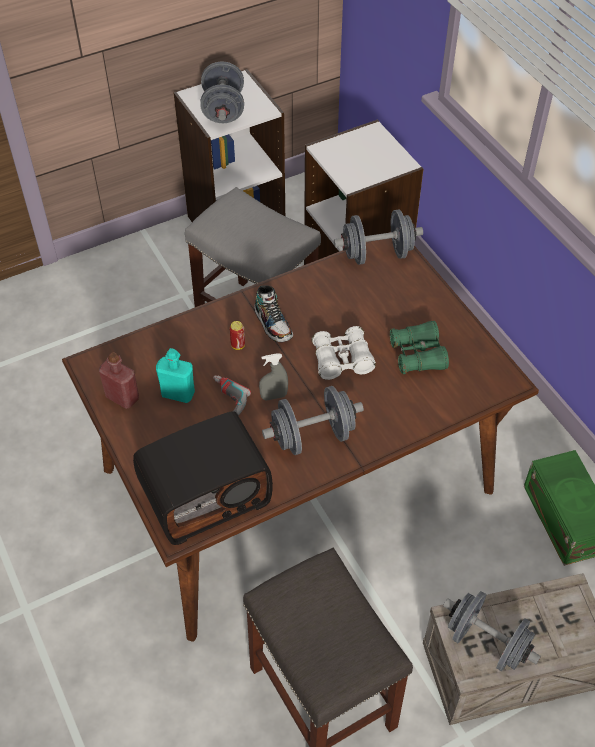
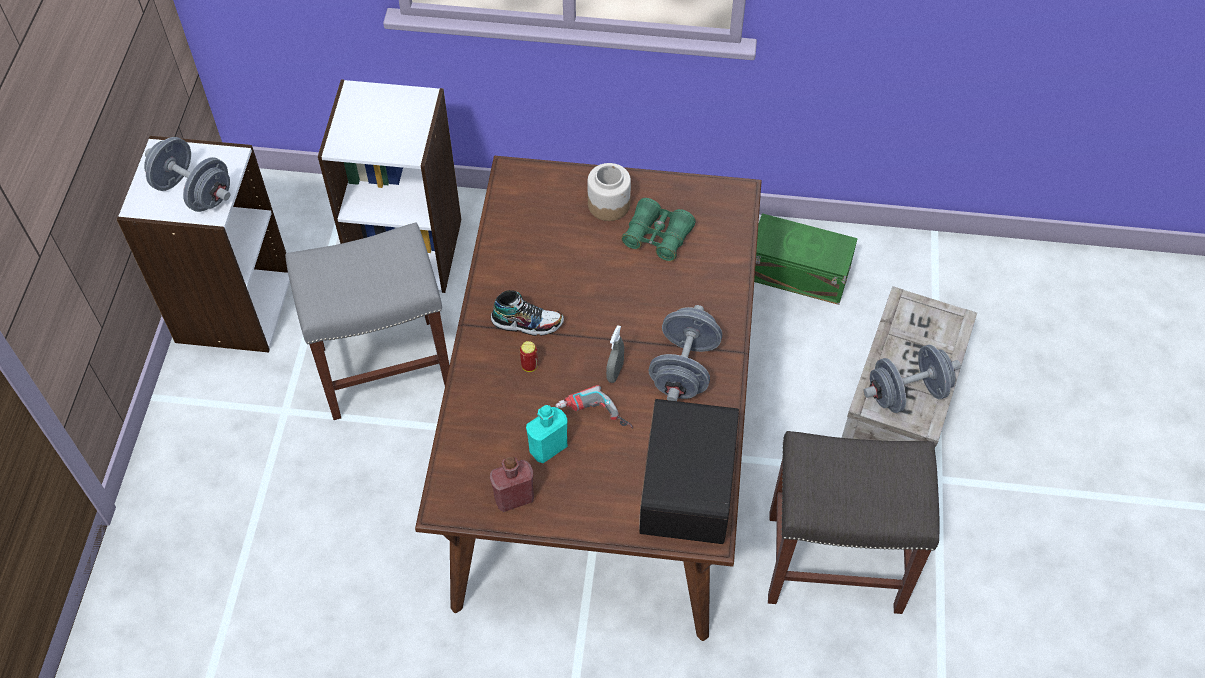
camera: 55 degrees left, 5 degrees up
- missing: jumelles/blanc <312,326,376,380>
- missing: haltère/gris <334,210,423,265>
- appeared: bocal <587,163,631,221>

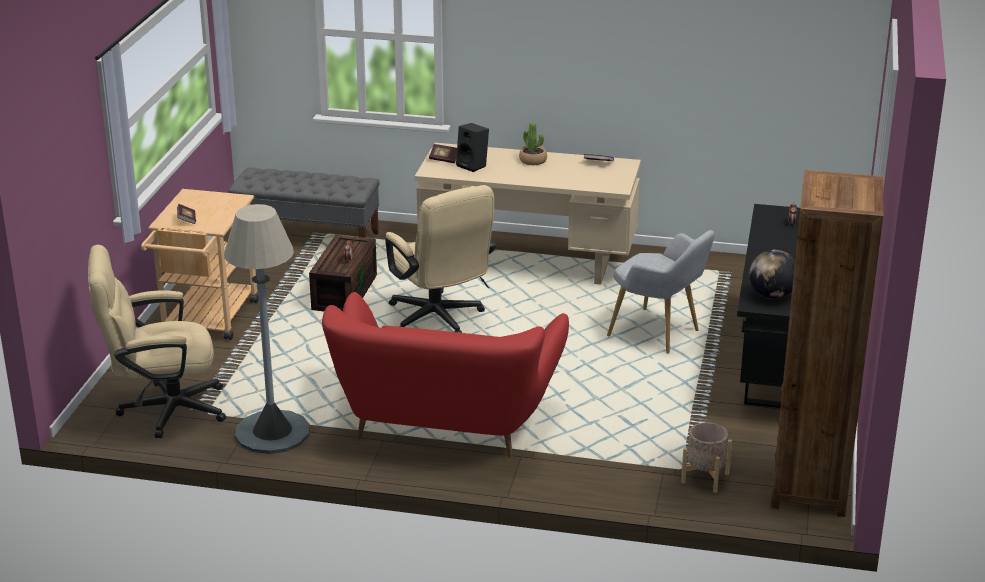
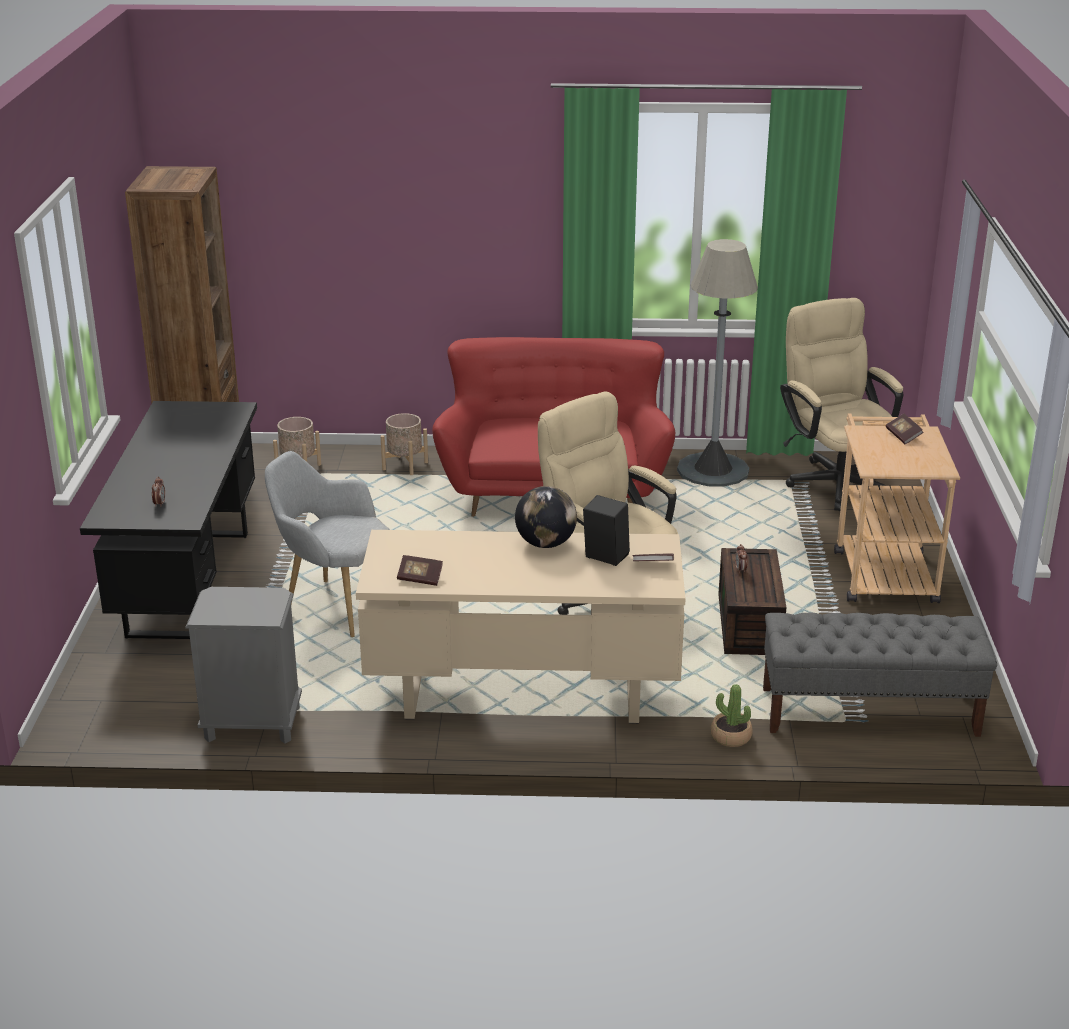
camera: 170 degrees right, 0 degrees up
- spun: chaise de bureau/beige <88,245,226,438> = <780,298,903,511> 90 degrees counterclockwise
- relocated: plante en pot <519,122,547,165> to <711,684,753,747>
- relocated: globe <749,250,795,299> to <515,486,577,548>
- appeared: table de chevet/gris <185,587,302,744>
- appeared: cache-pot/beige <381,413,428,475>

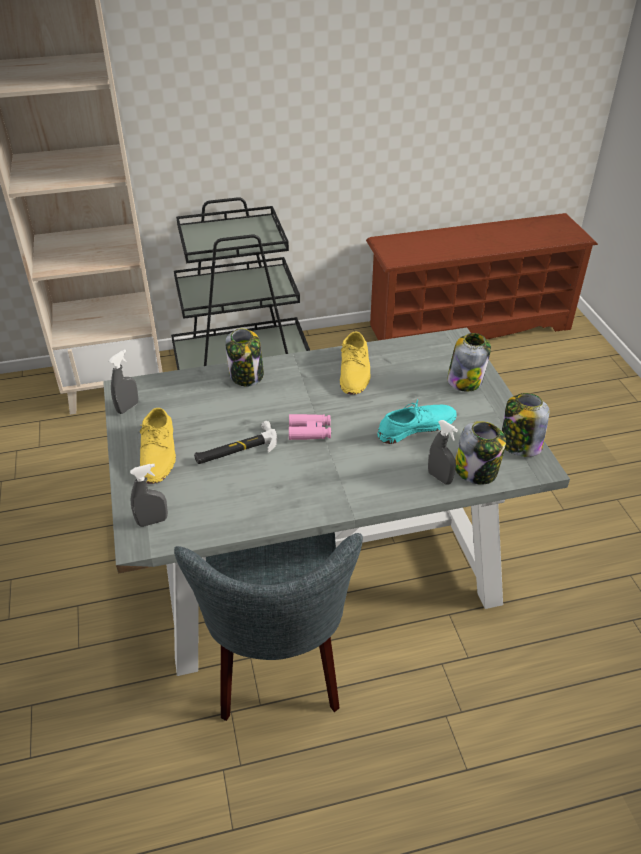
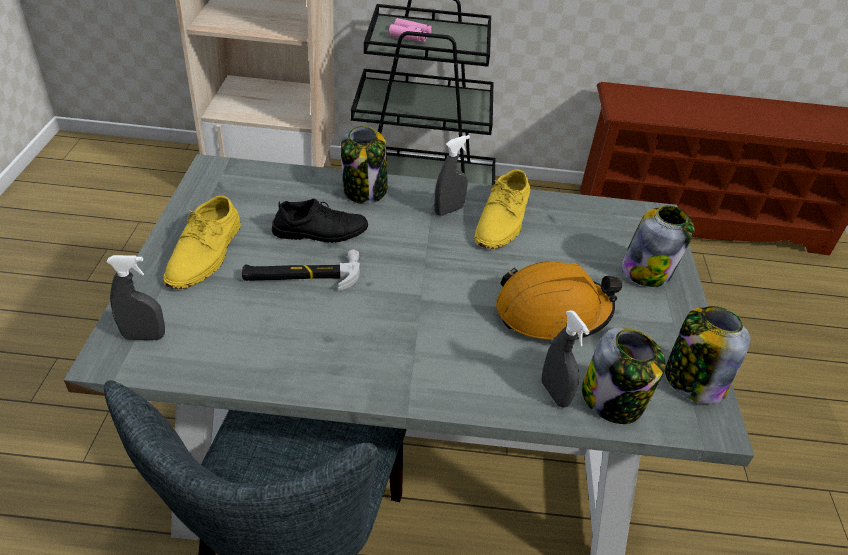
camera: 15 degrees right, 0 degrees up
- relocated: vaporisateur/gris <109,350,138,414> to <434,135,470,216>
- relocated: jumelles/rose <289,414,331,440> to <389,18,432,42>
- exchanged: chaussure/turquoise <377,399,457,444> to casque de chantier/orange <496,261,622,340>
- appeared: chaussure/noir <272,198,368,243>

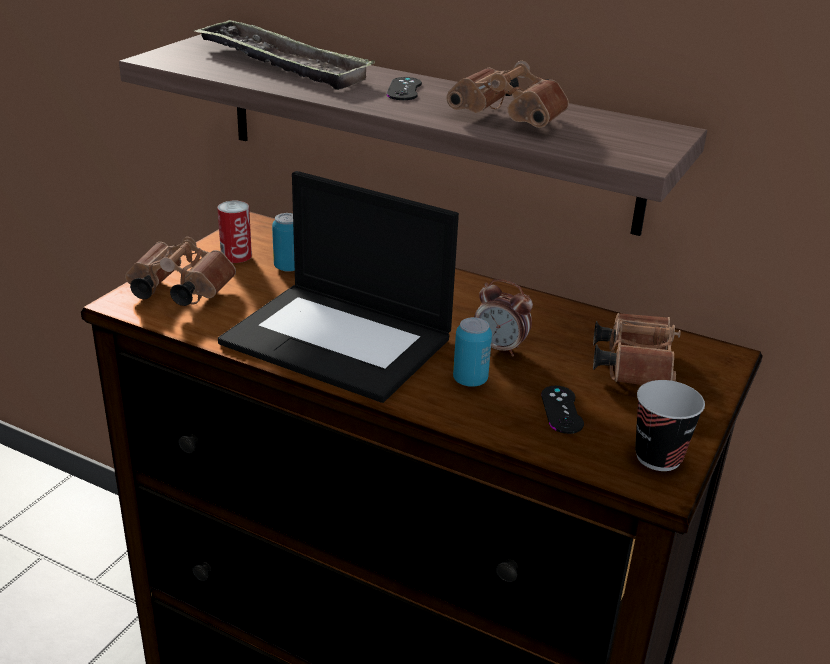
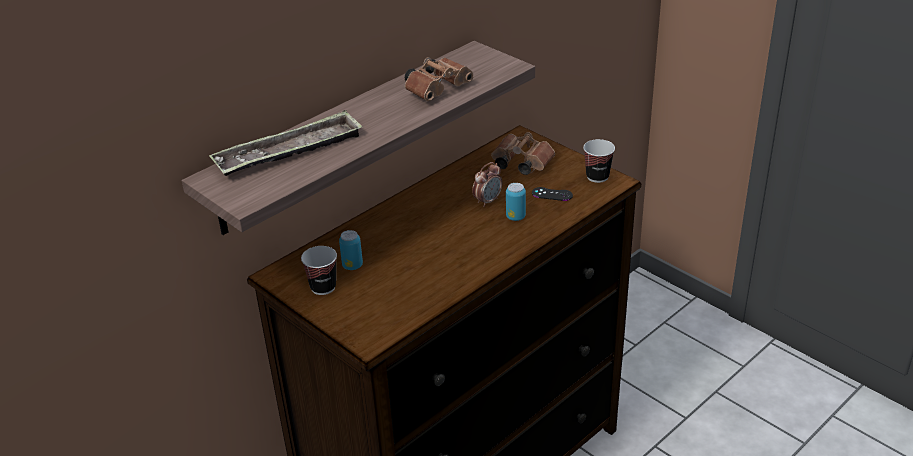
camera: 70 degrees left, 5 degrees up
- missing: jumelles/marron <125,237,236,306>
- exchanged: boîte métallique <217,201,252,263> to tasse <301,246,337,295>
- missing: ordinateur portable <218,171,459,403>
- missing: manette/noir <386,77,422,100>

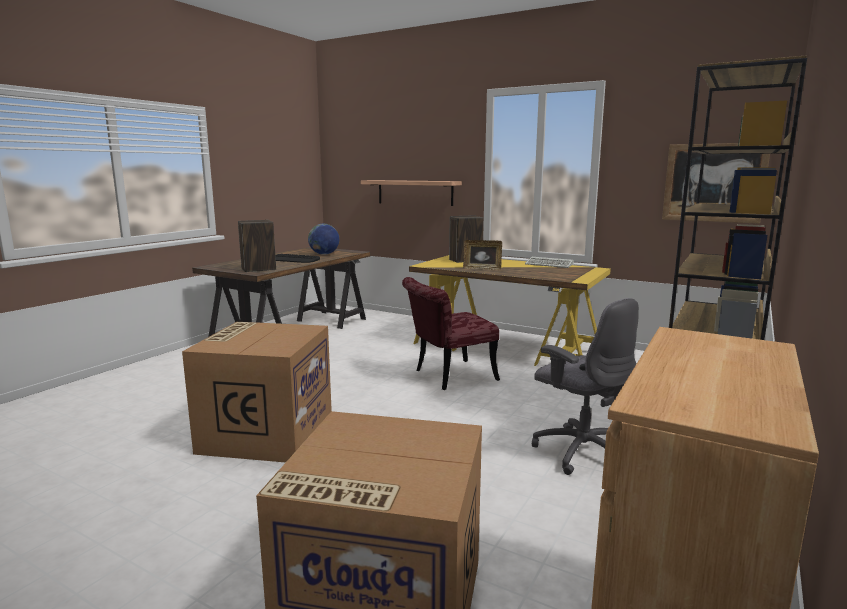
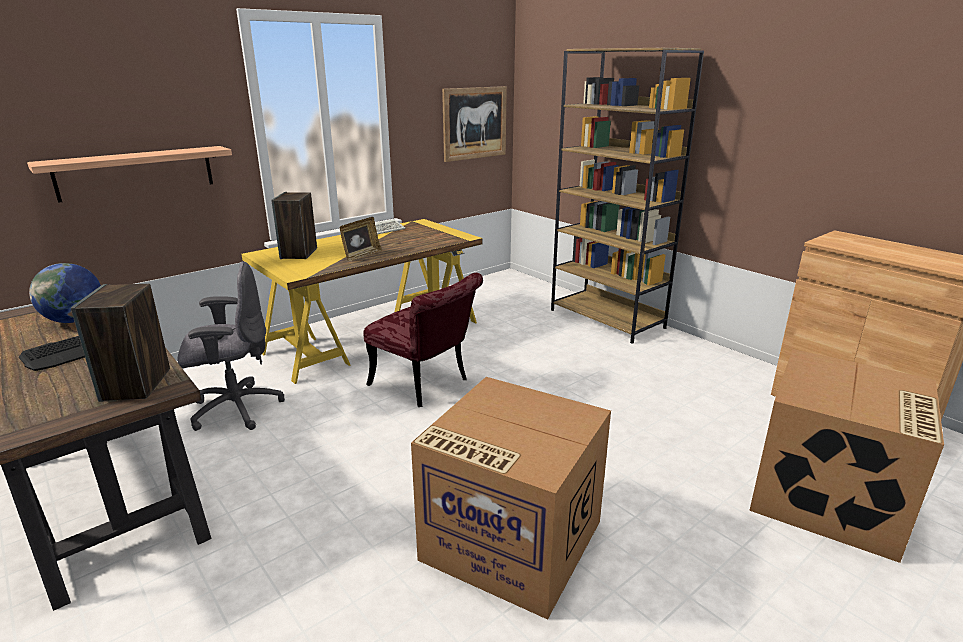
camera: 70 degrees left, 10 degrees up
- spun: chaise/rouge <402,277,500,390> = <363,273,483,407> 45 degrees counterclockwise
- relocated: chaise de bureau/gris <532,298,639,475> to <178,261,285,431>

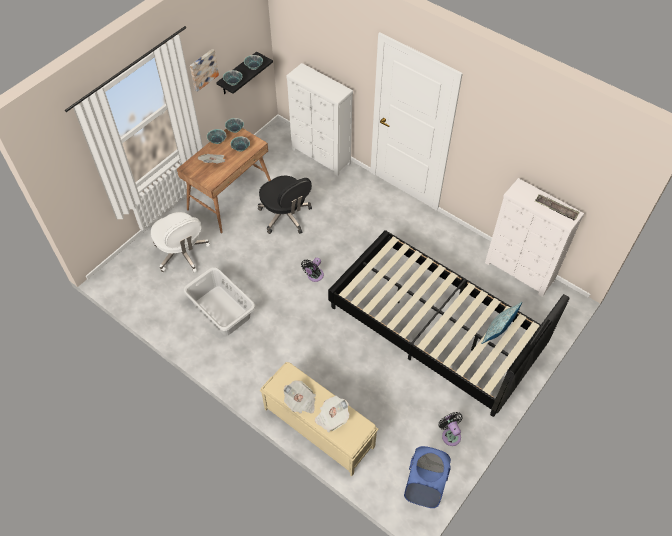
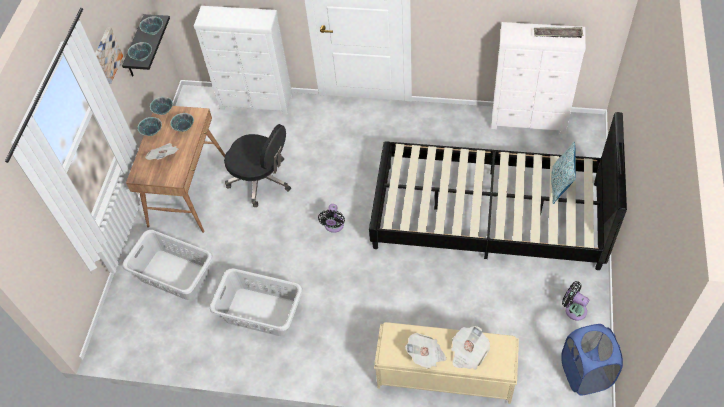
camera: 25 degrees left, 0 degrees up
- exchanged: chaise de bureau/blanc <151,212,210,273> to panier à linge/gris <123,230,213,300>

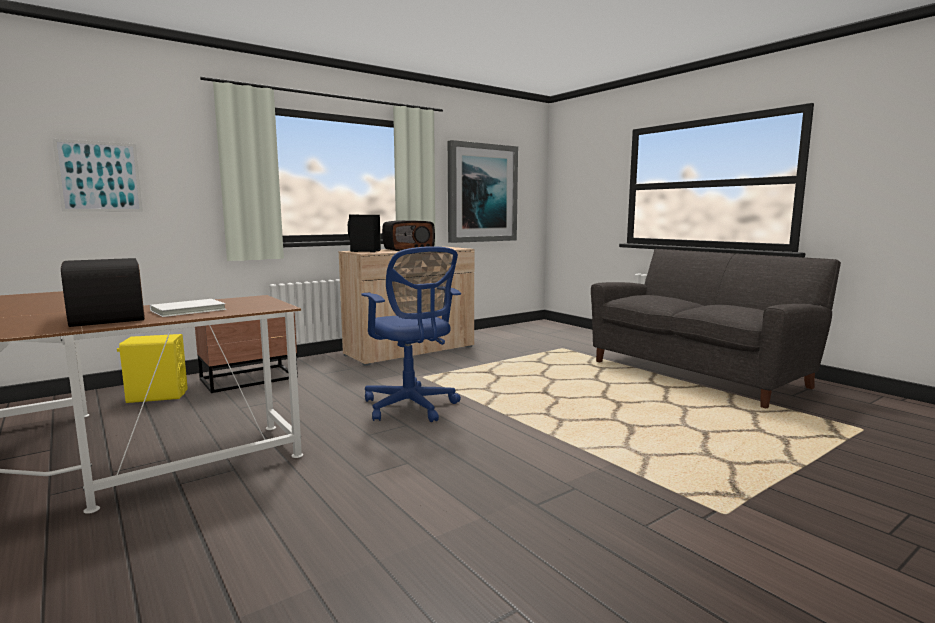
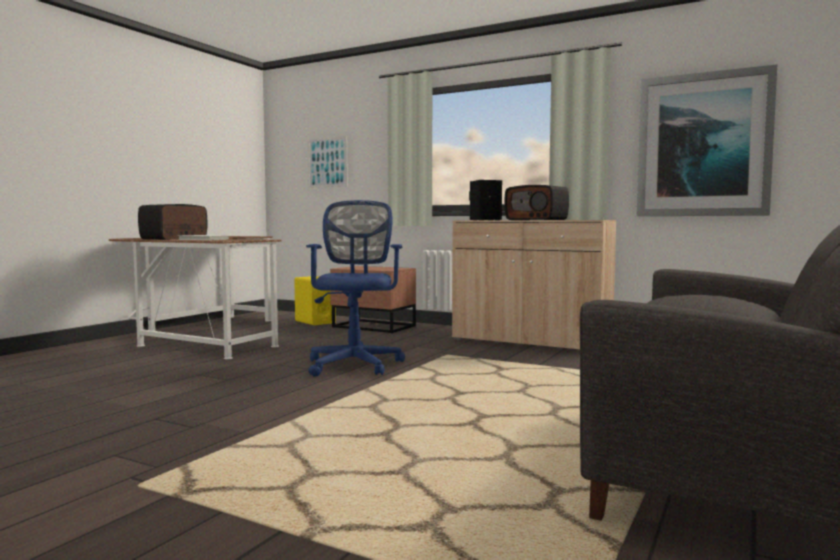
camera: 65 degrees right, 5 degrees down
- spun: chaise de bureau/bleu <361,246,461,422> = <306,200,405,377> 150 degrees clockwise

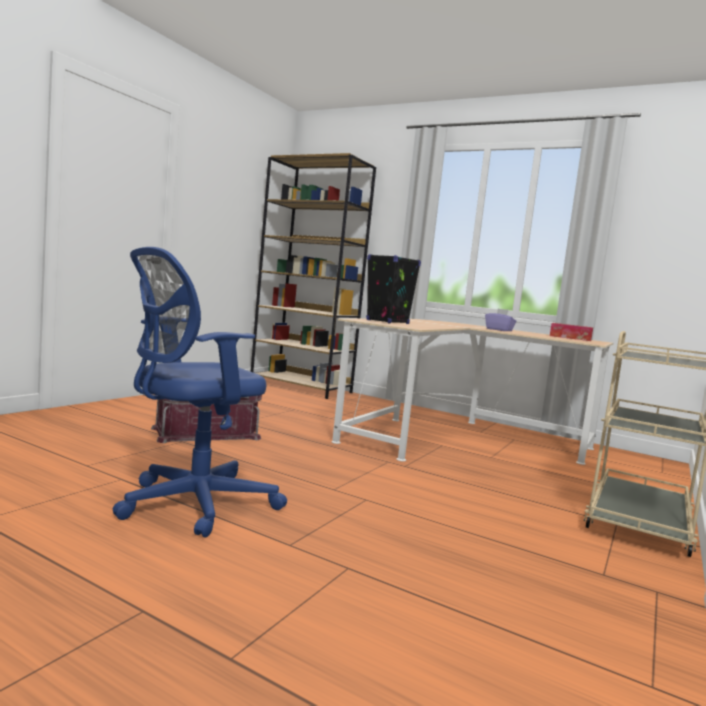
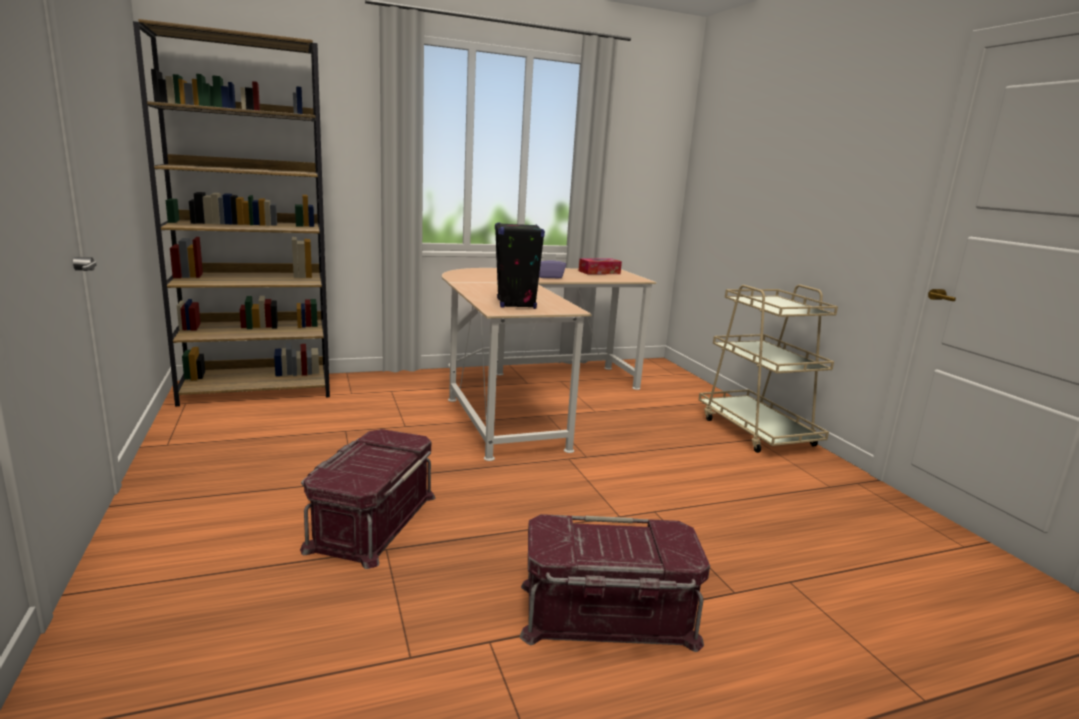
camera: 50 degrees left, 10 degrees up
- exchanged: chaise de bureau/bleu <113,247,287,538> to boîte de rangement/rouge <520,514,710,652>

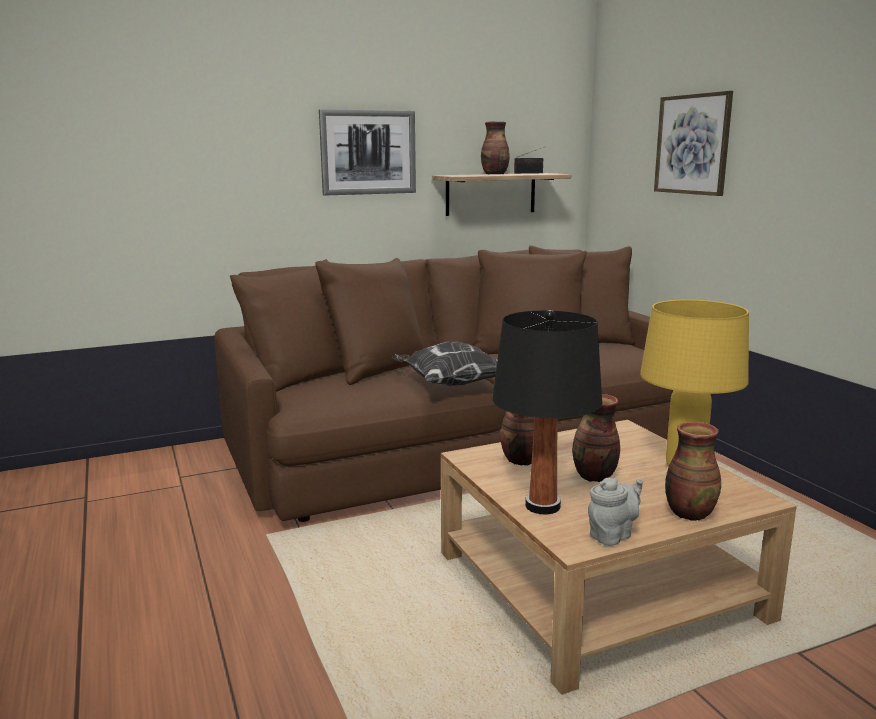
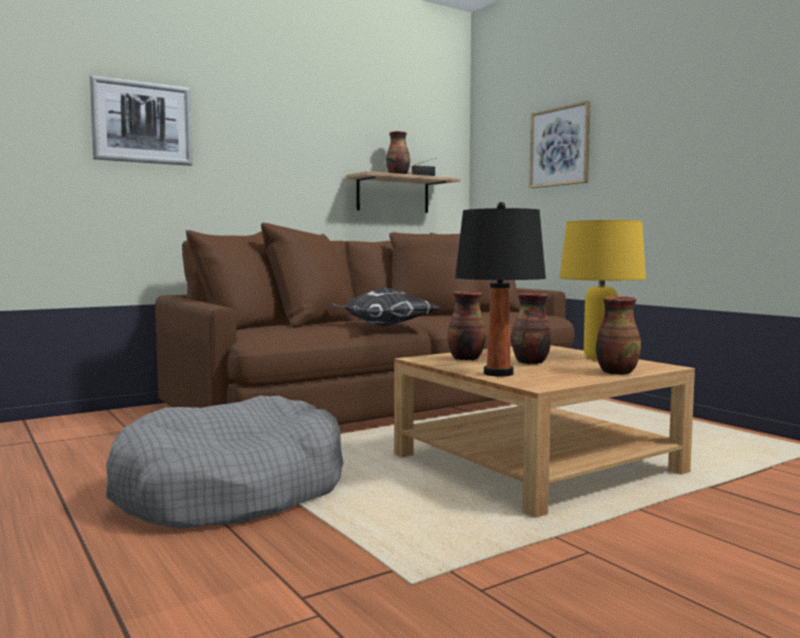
camera: 10 degrees left, 10 degrees down
- relocated: tableau <319,109,416,195> to <89,75,193,166>
- missing: théière/gris <588,477,643,546>
- appeared: panier pour chien/gris <106,396,344,529>

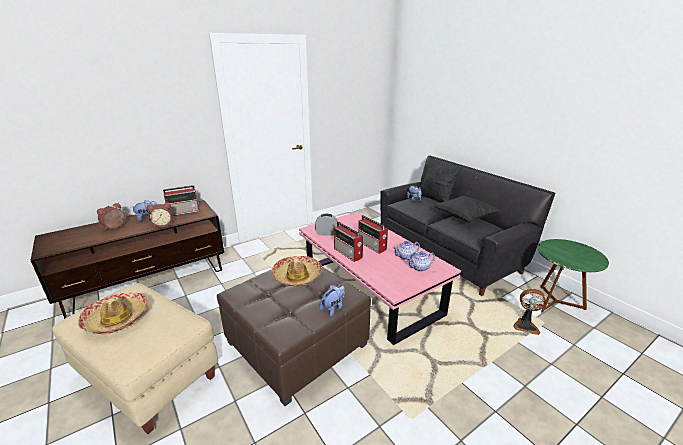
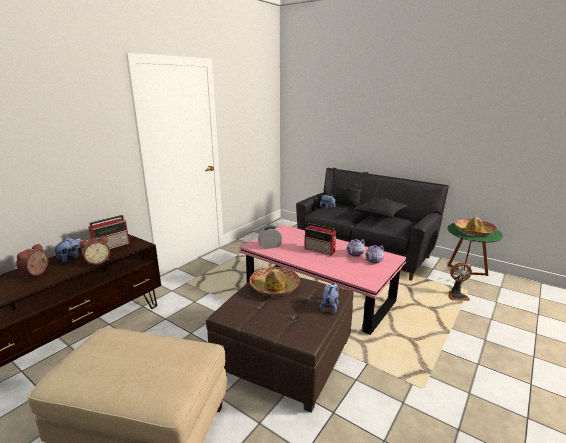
camera: 20 degrees left, 5 degrees down
- relocated: chapeau <78,292,148,334> to <455,217,497,236>
- missing: radio <334,222,363,262>

